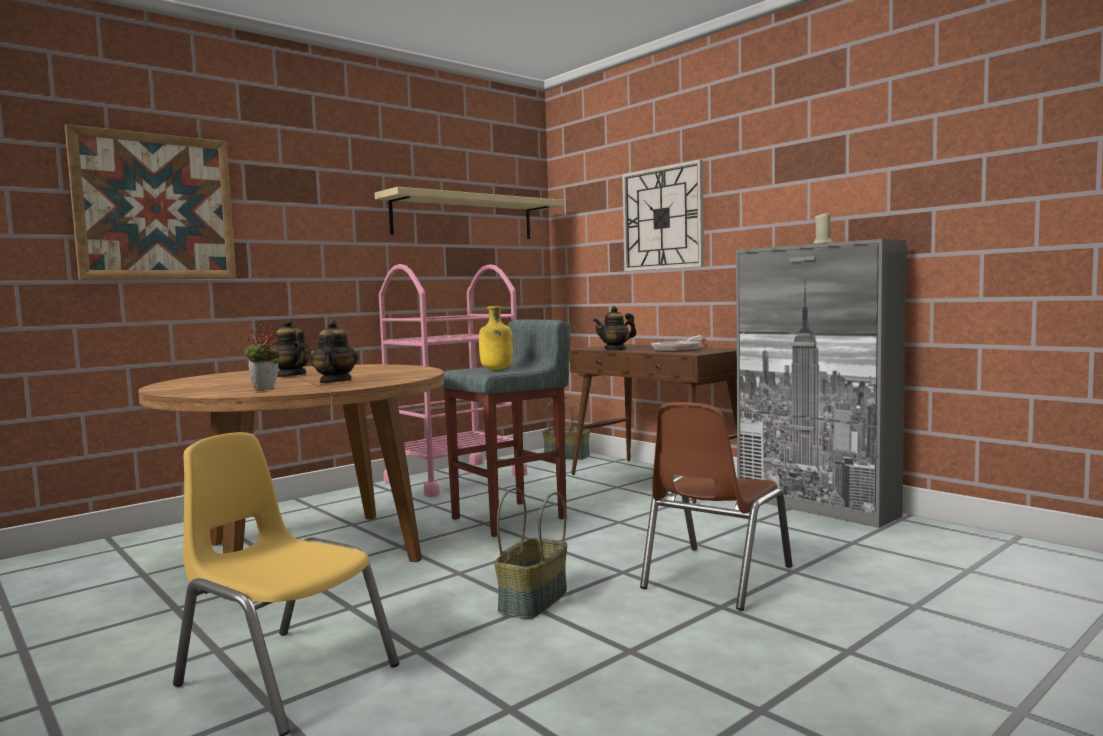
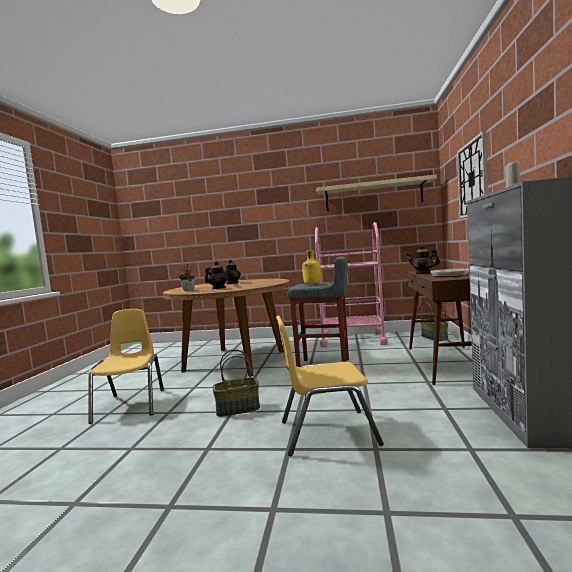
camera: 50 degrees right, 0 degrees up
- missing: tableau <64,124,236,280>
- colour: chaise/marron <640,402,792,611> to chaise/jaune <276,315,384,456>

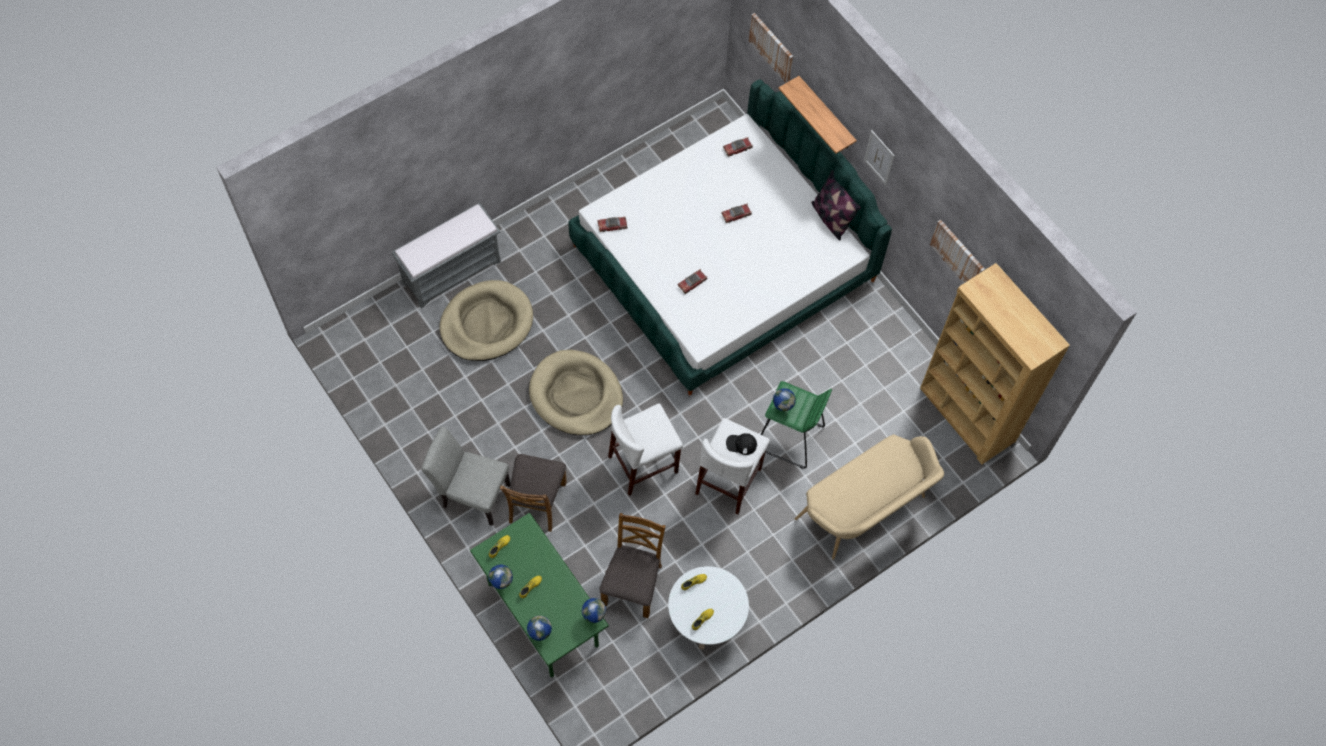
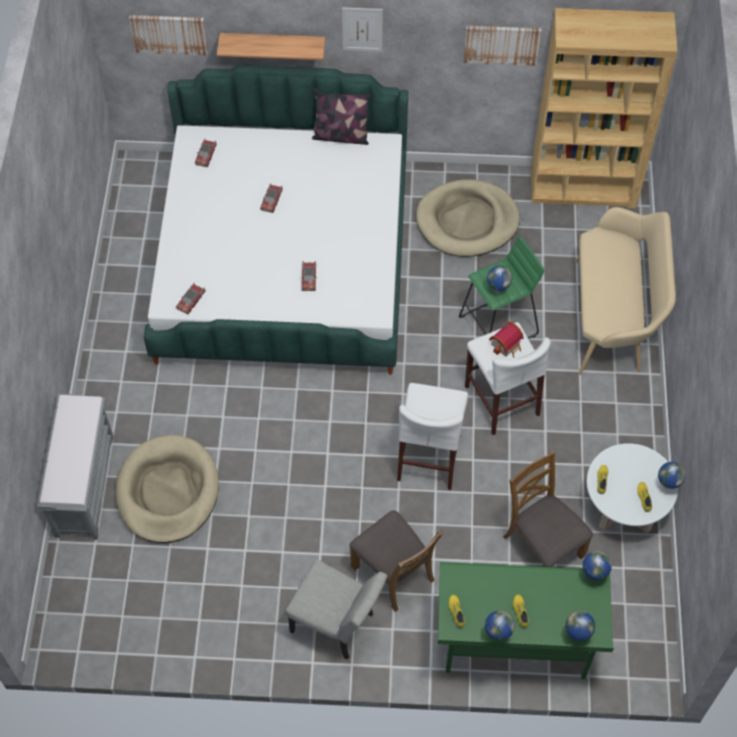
camera: 50 degrees left, 5 degrees down
- spun: chaise/gris <421,426,511,526> = <285,560,388,660> 120 degrees counterclockwise
- relocated: panier pour chien/beige <529,350,623,435> to <416,179,520,257>
- exchanged: casquette/noir <726,433,757,455> to maison miniature <489,322,524,358>
- appeared: globe <658,462,686,489>

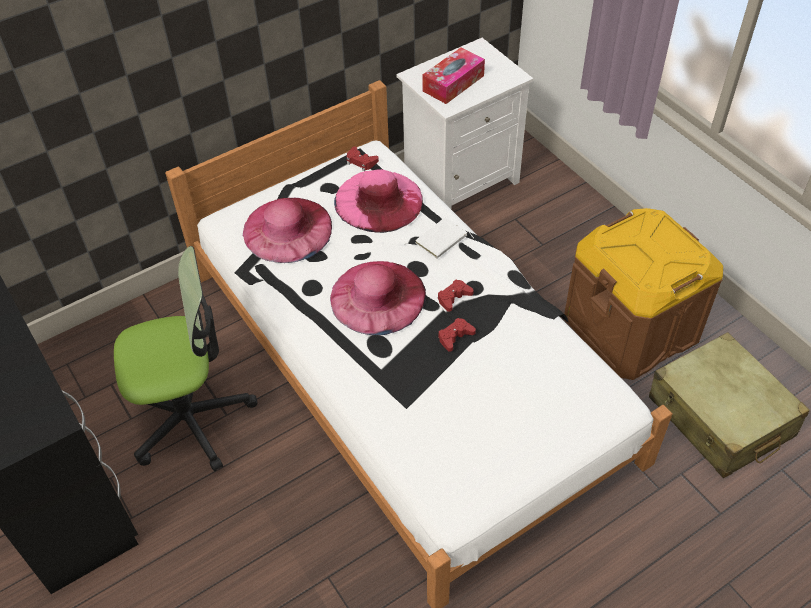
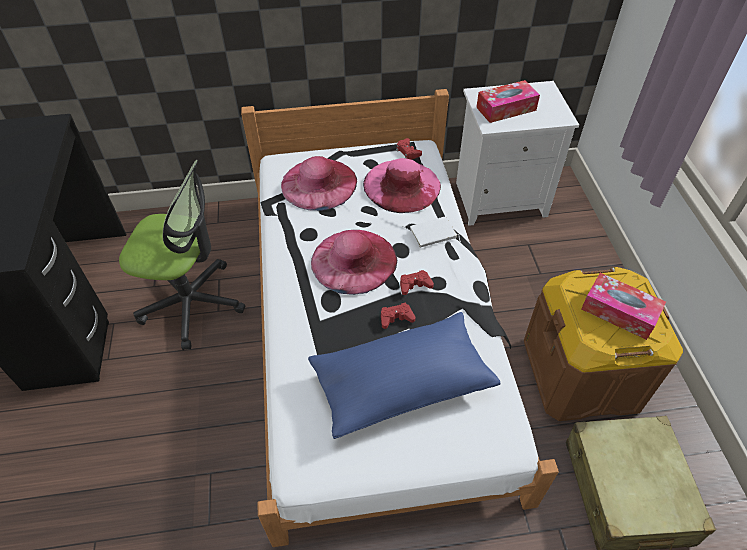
camera: 25 degrees right, 0 degrees up
- appeared: coussin/bleu <308,312,500,439>
- appeared: boîte à mouchoirs <581,273,666,340>

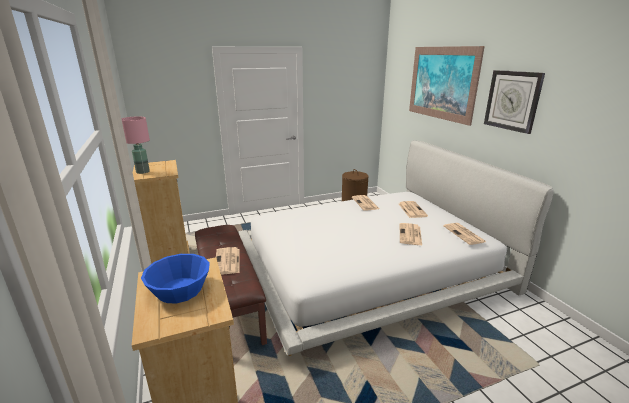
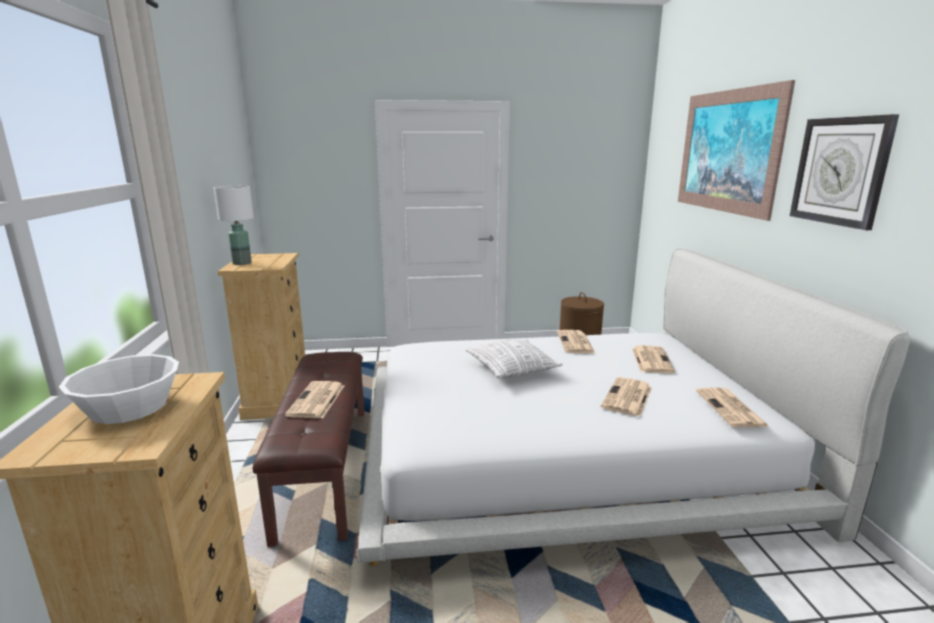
camera: 15 degrees right, 5 degrees down
- colour: lampe de table/rose <121,117,150,174> to lampe de table/blanc <214,186,254,265>
- colour: bol/bleu <141,254,210,303> to bol/blanc <59,354,179,424>
- appeared: coussin <465,339,563,379>

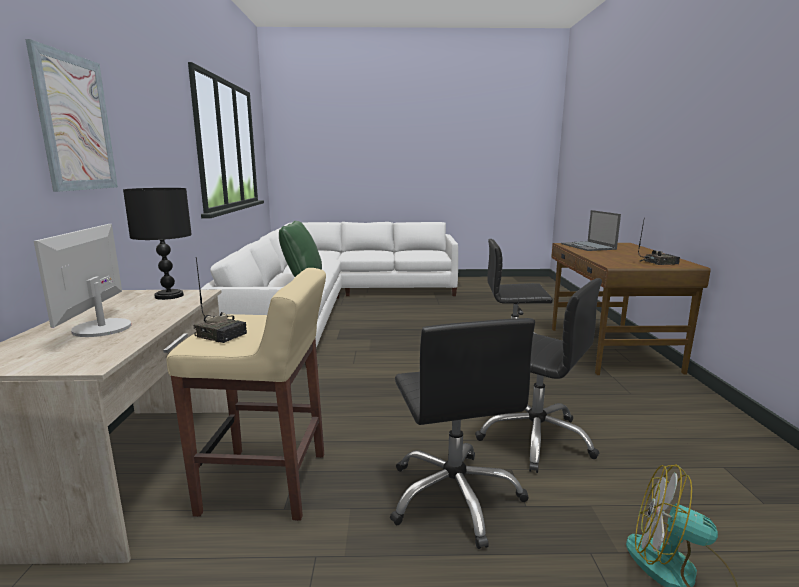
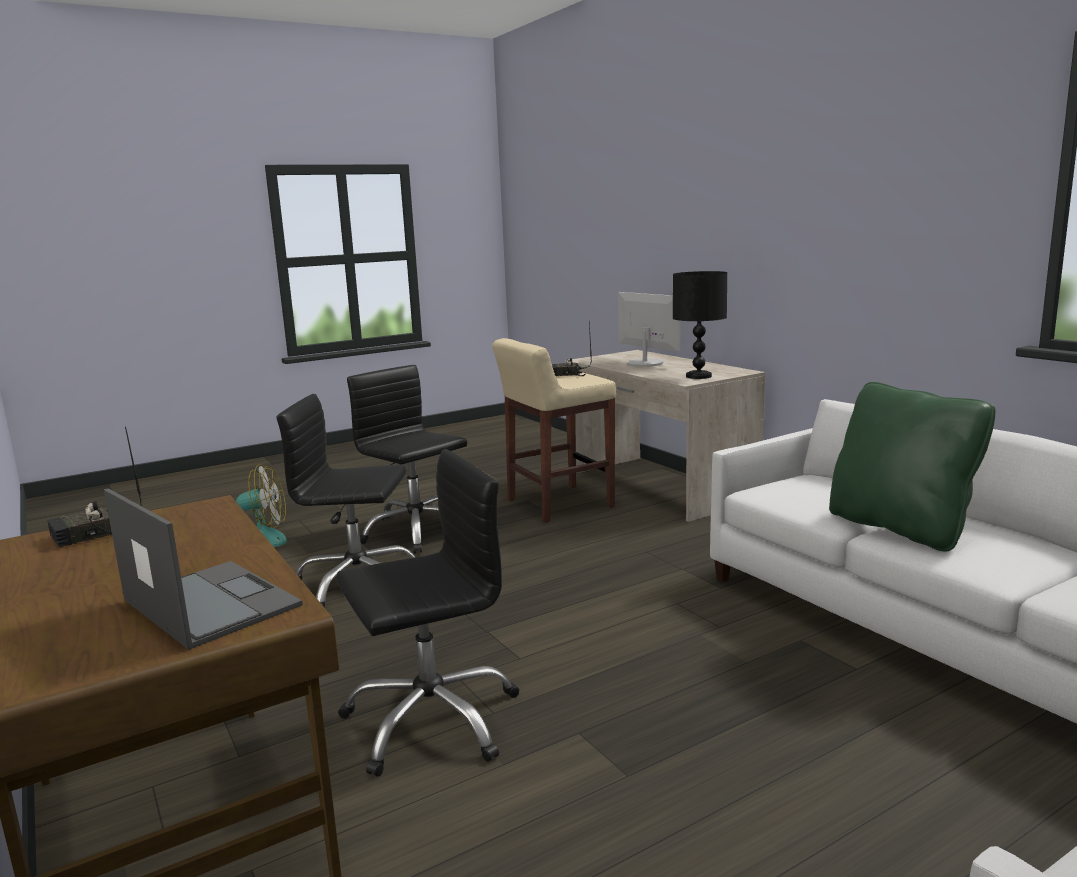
camera: 150 degrees right, 0 degrees up
- missing: tableau <25,39,118,192>

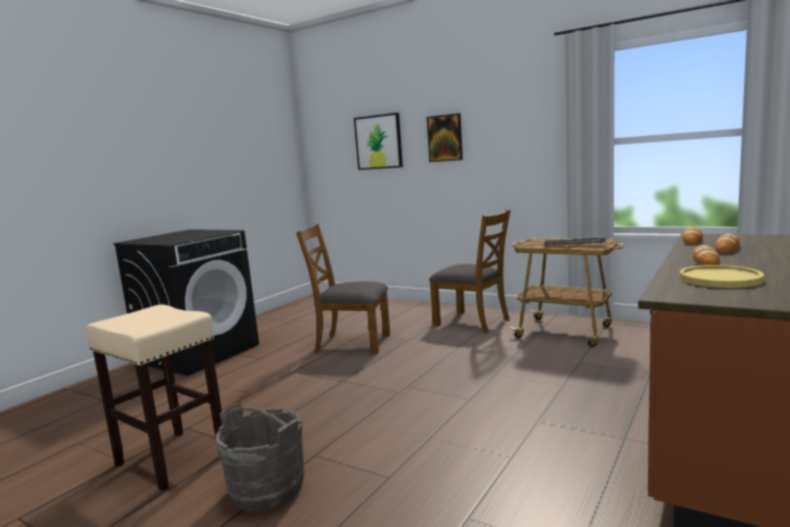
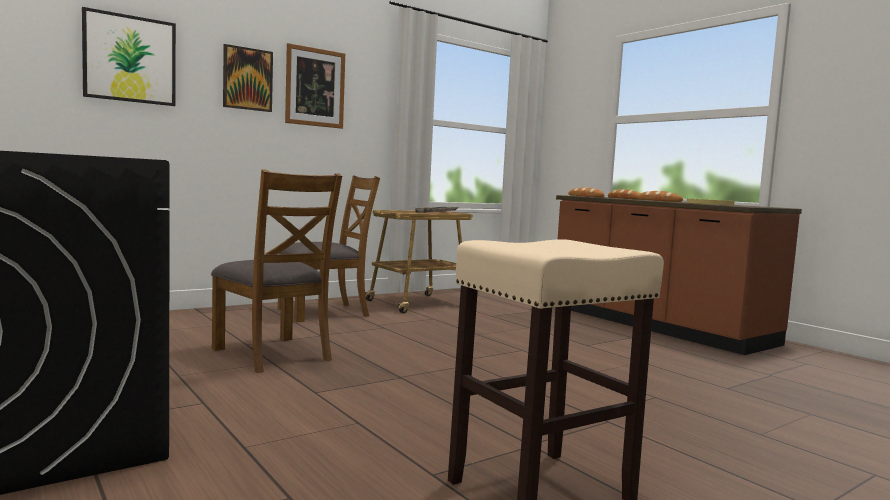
camera: 70 degrees left, 5 degrees down
- missing: seau/gris <216,404,305,512>
- spun: chaise/marron <296,224,390,354> = <211,169,342,373> 75 degrees counterclockwise
- appeared: tableau <285,43,345,129>

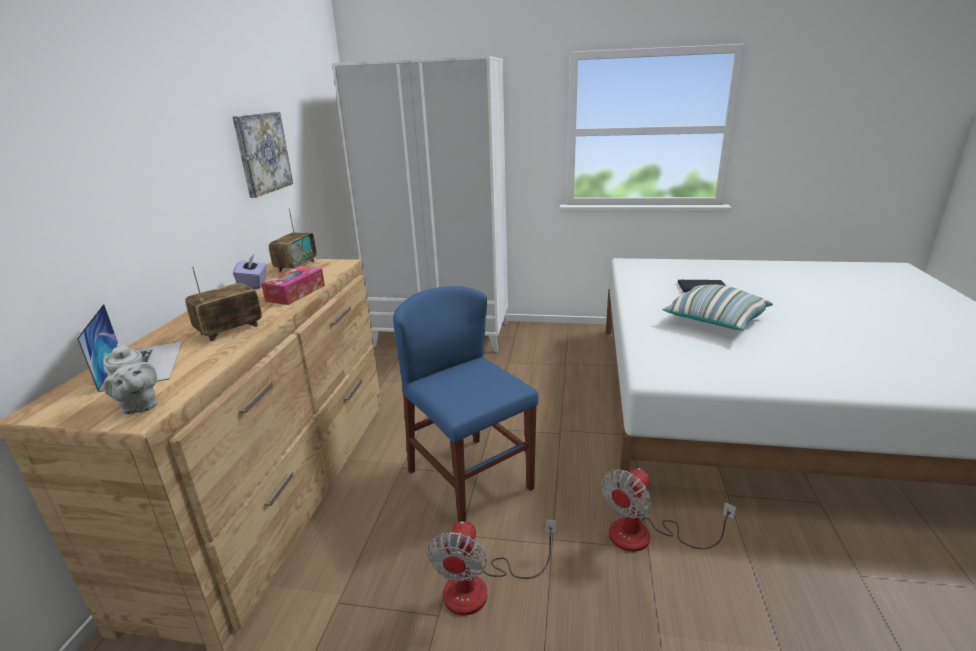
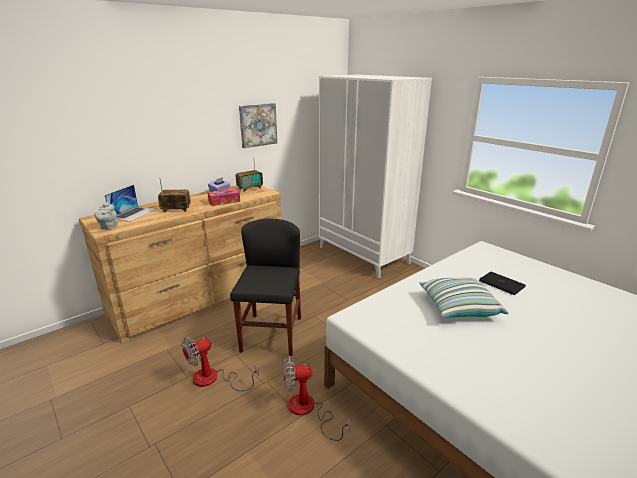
camera: 40 degrees right, 0 degrees up
- colour: chaise/bleu <393,286,538,522> to chaise/noir <230,218,301,356>

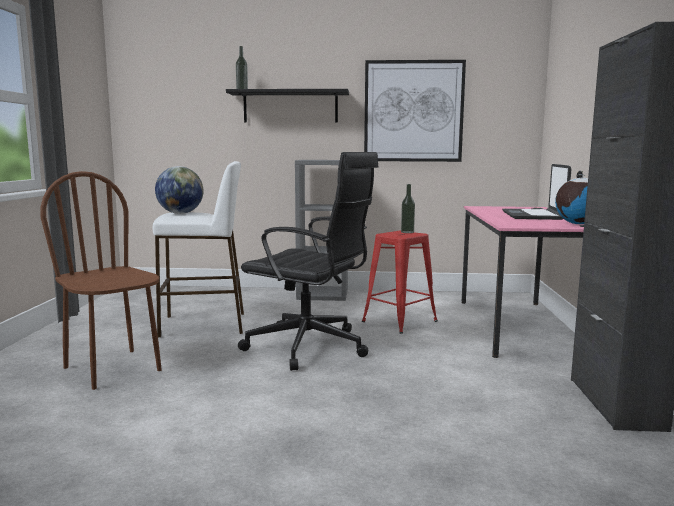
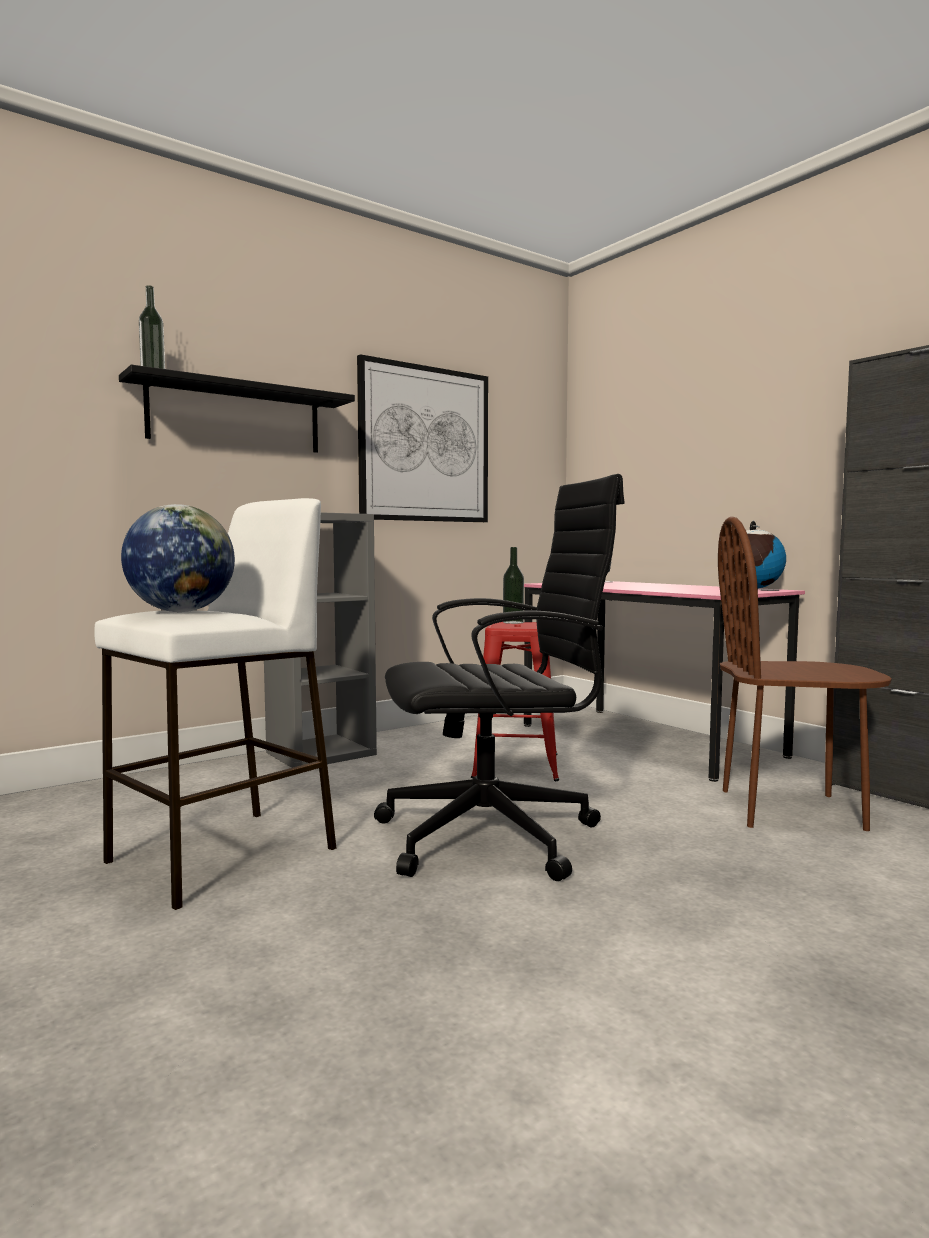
camera: 40 degrees left, 5 degrees down
- relocated: chaise/marron <40,171,162,390> to <718,516,892,831>
- missing: ordinateur portable <502,164,571,220>

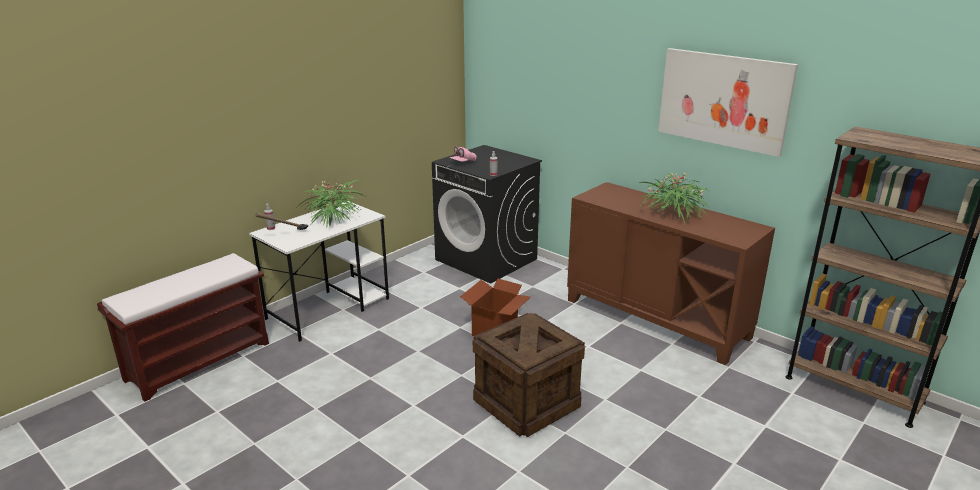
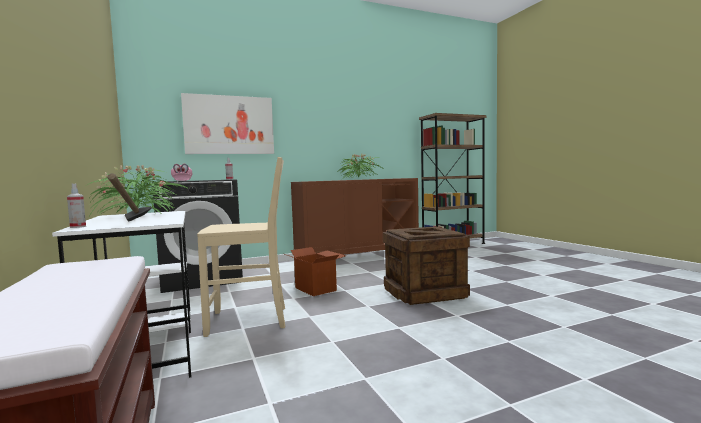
camera: 65 degrees left, 20 degrees down
- relocated: tableau <658,48,798,157> to <181,93,274,154>
- appeared: chaise/beige <197,157,286,337>

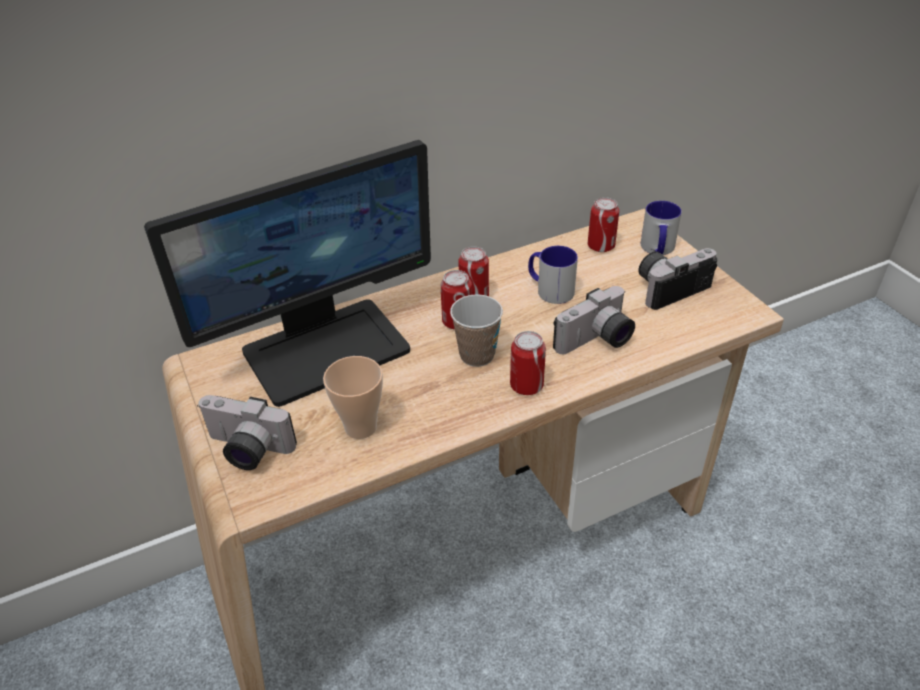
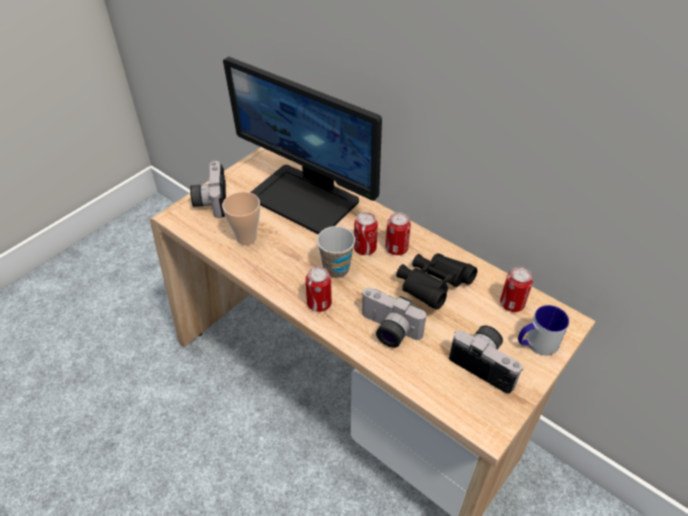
camera: 65 degrees right, 5 degrees up
- exchanged: mug <528,246,578,304> to jumelles/noir <396,253,477,310>

